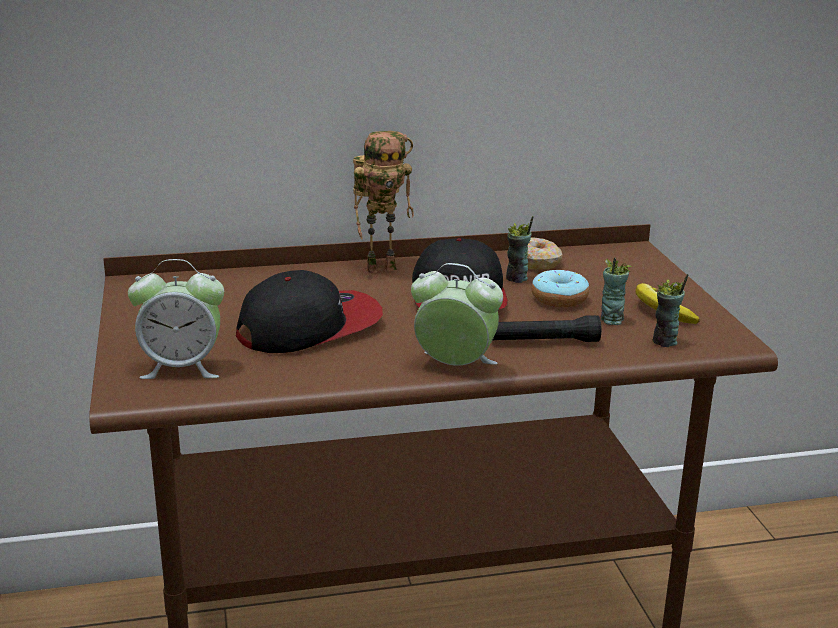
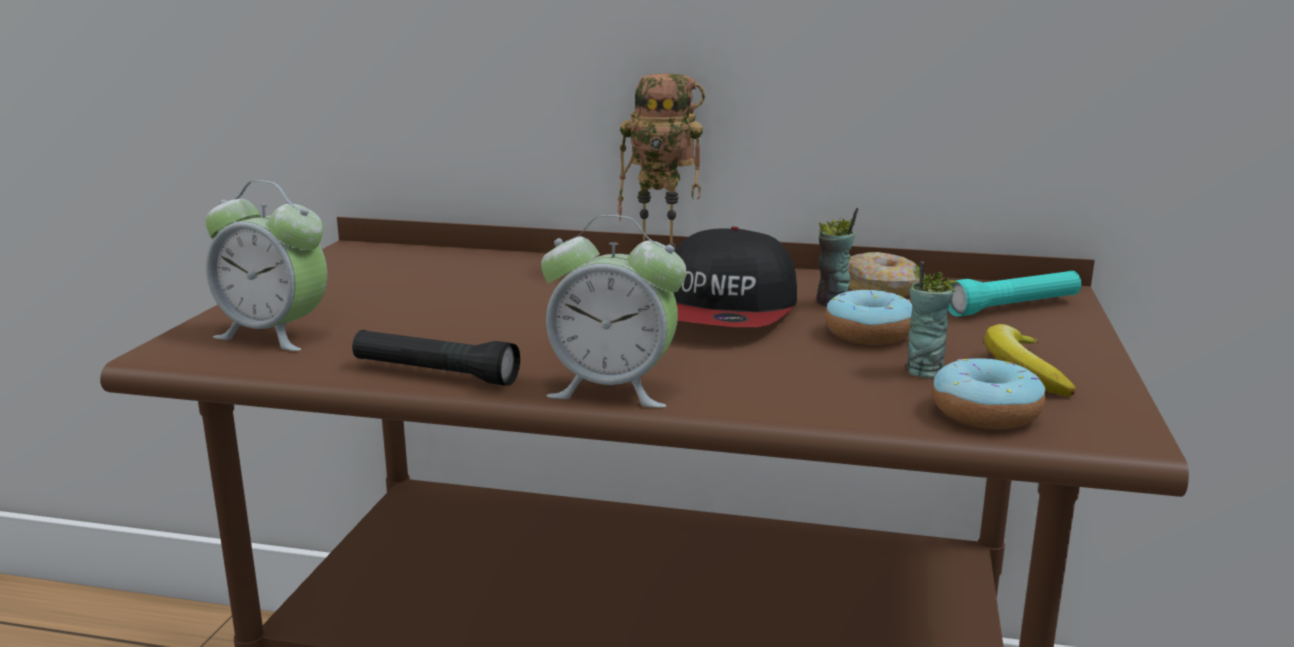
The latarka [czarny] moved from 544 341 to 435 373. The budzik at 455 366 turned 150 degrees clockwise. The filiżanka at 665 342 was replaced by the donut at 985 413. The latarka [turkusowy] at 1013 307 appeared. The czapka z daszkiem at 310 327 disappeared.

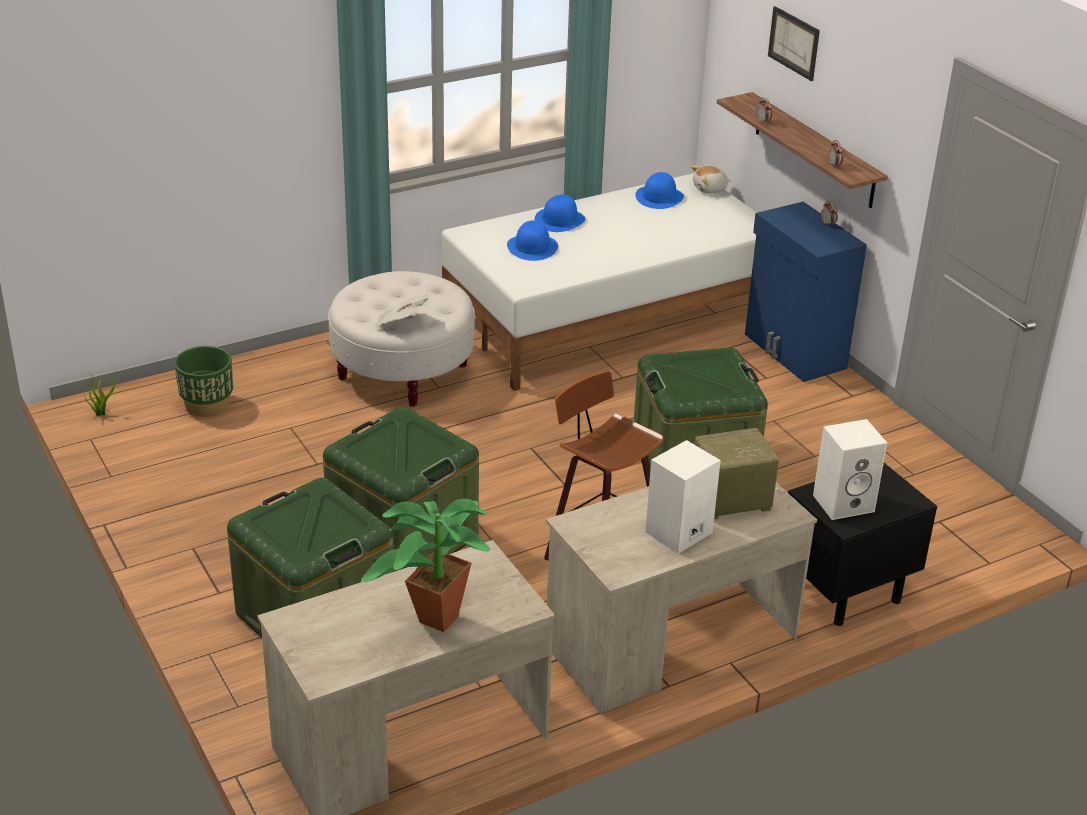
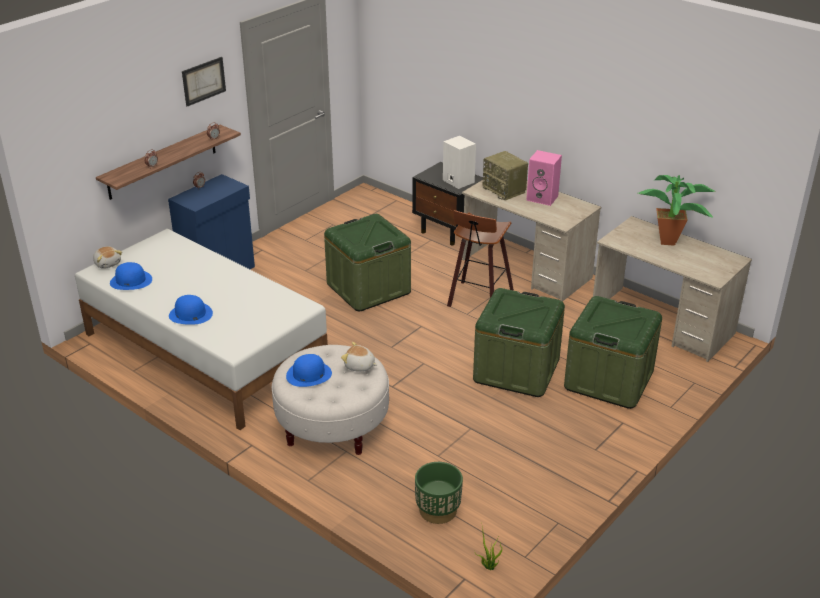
The obraz moved from 794 43 to 203 81. The kapelusz [niebieski] moved from 532 247 to 308 374. The gazeta at 401 322 was replaced by the pluszak at 359 366. The głośnik [biały] at 678 533 became the głośnik [różowy] at 543 198.

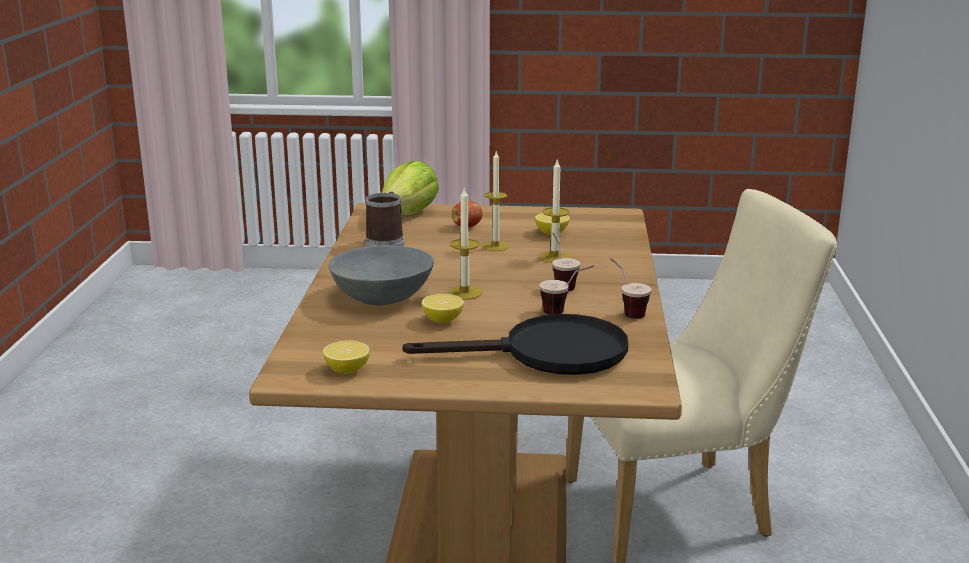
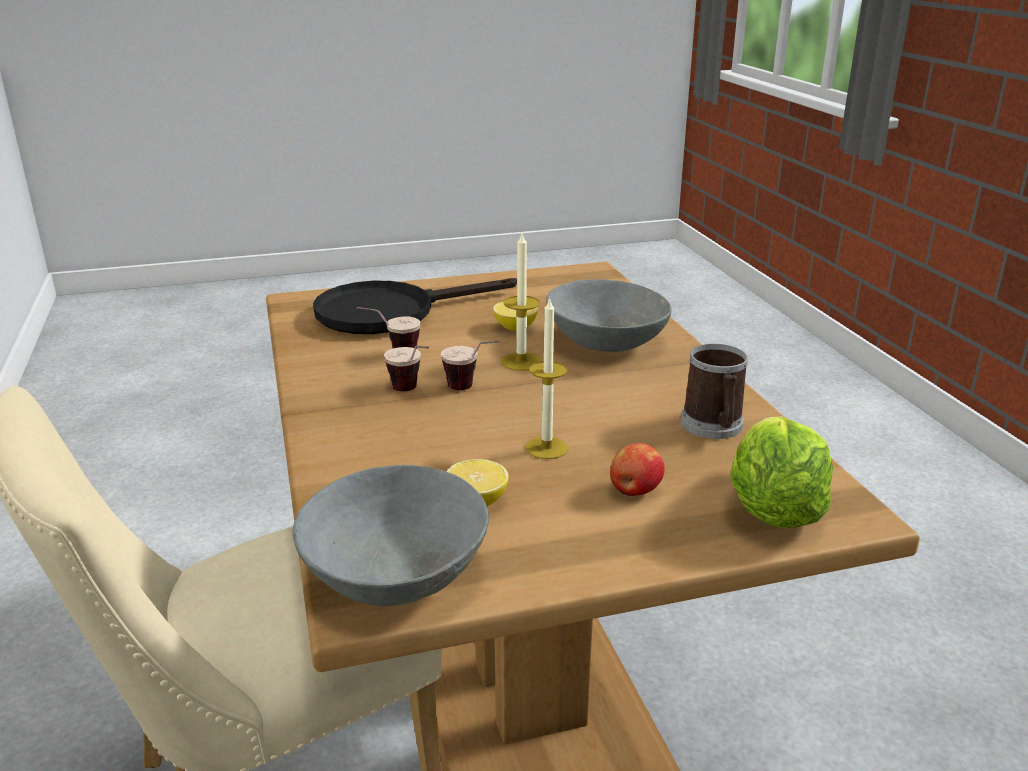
The miska [szary] at 394 573 appeared. The filiżanka moved from 626 311 to 472 389. The cytryna at 347 370 disappeared. The świeca at 554 257 disappeared.

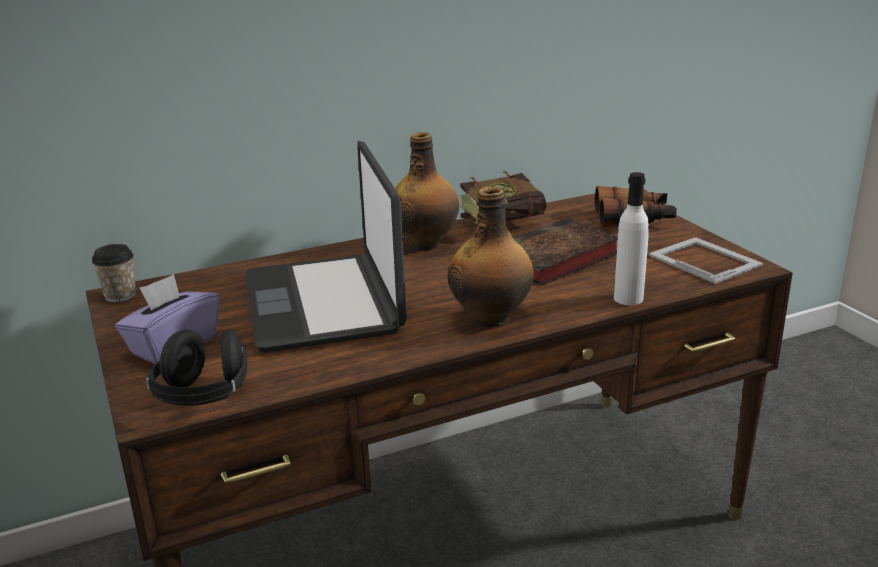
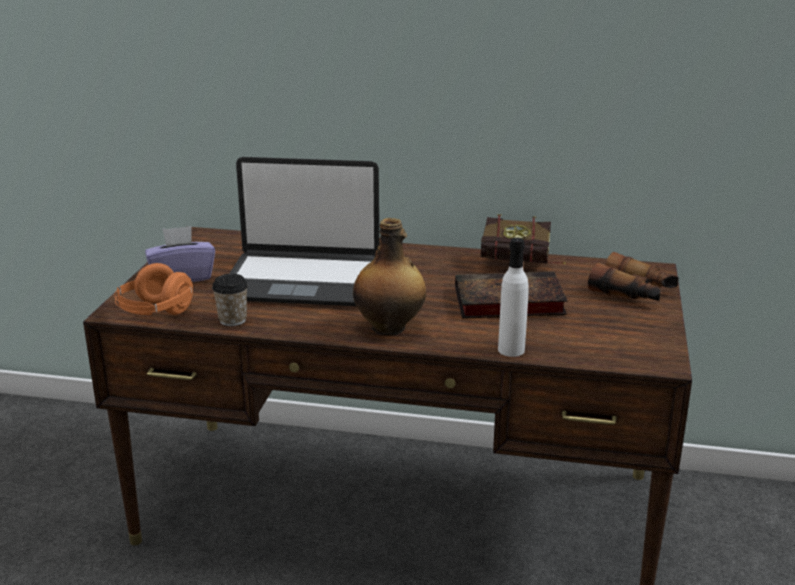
The słuchawki [czarny] at 204 396 became the słuchawki [pomarańczowy] at 155 312. The filiżanka moved from 120 295 to 232 320. The laptop at 324 303 turned 105 degrees counterclockwise. The butelka at 426 243 disappeared. The ramka na zdjęcie at 704 259 disappeared.

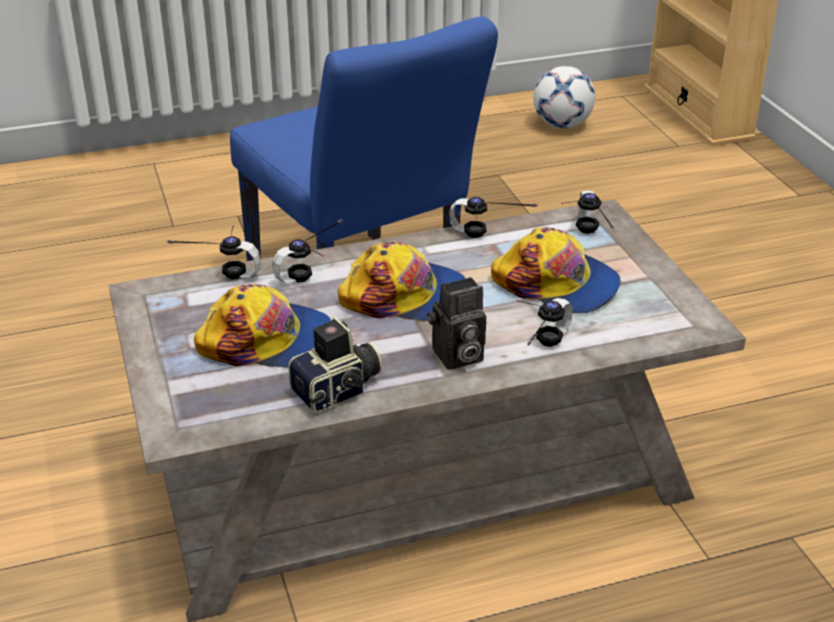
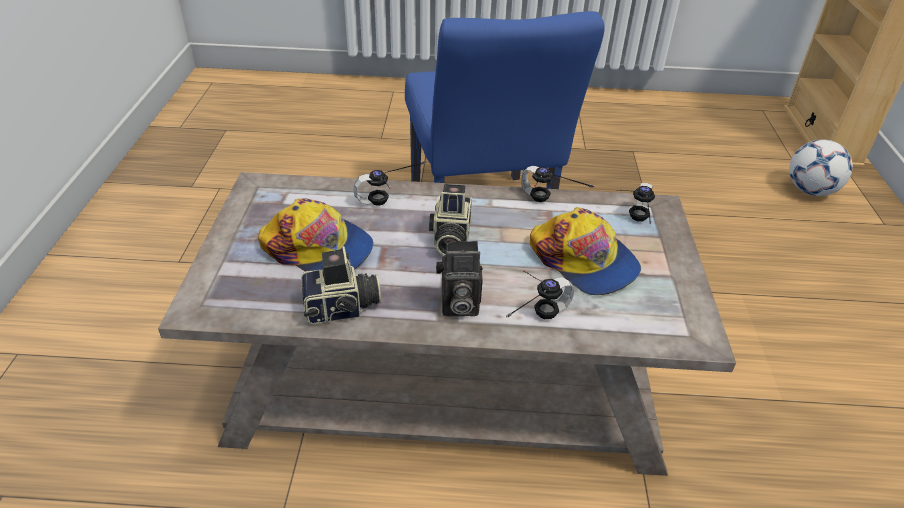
The czapka z daszkiem at 405 296 was replaced by the aparat fotograficzny at 449 239. The piłka futbolowa moved from 562 125 to 810 191. The słuchawki at 222 269 disappeared.

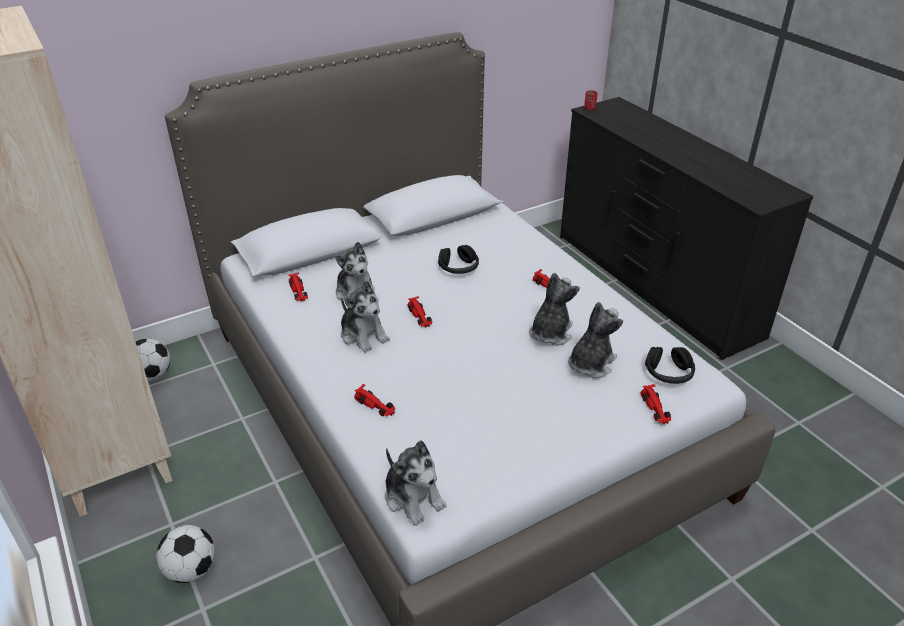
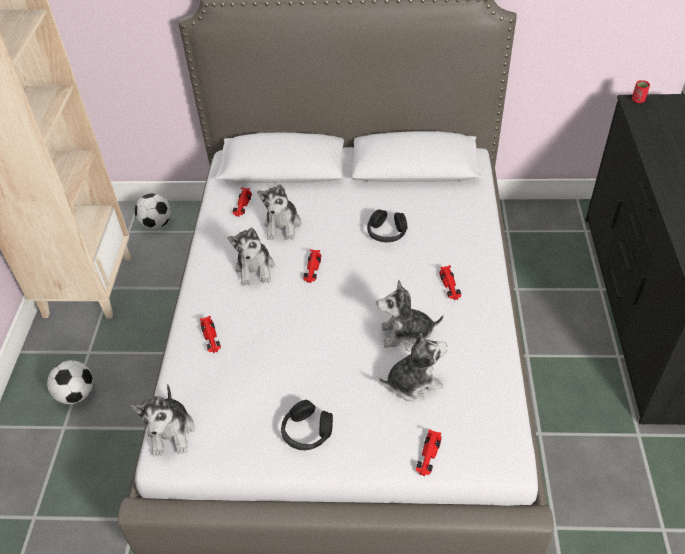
The słuchawki [czarny] moved from 668 373 to 307 432. The pluszak at 550 333 turned 150 degrees counterclockwise.

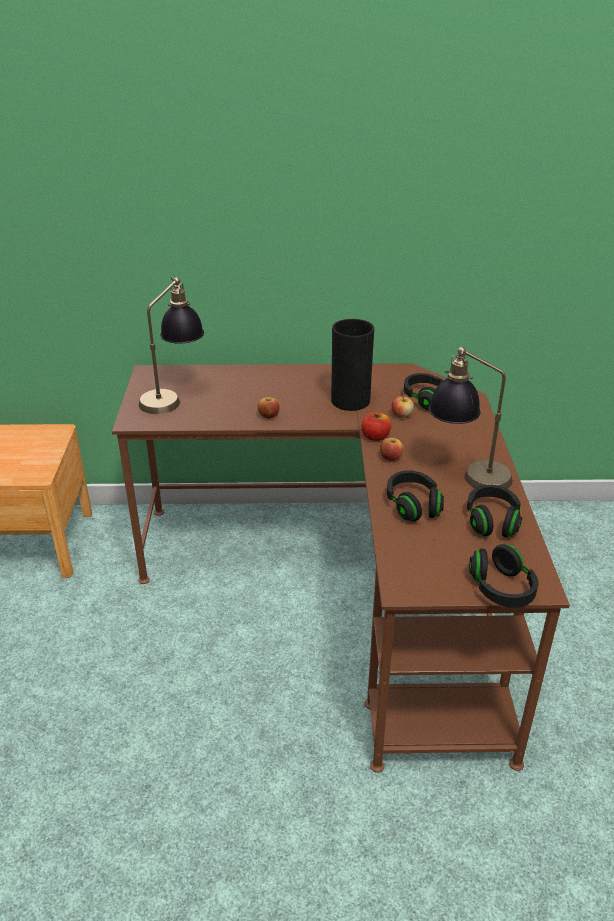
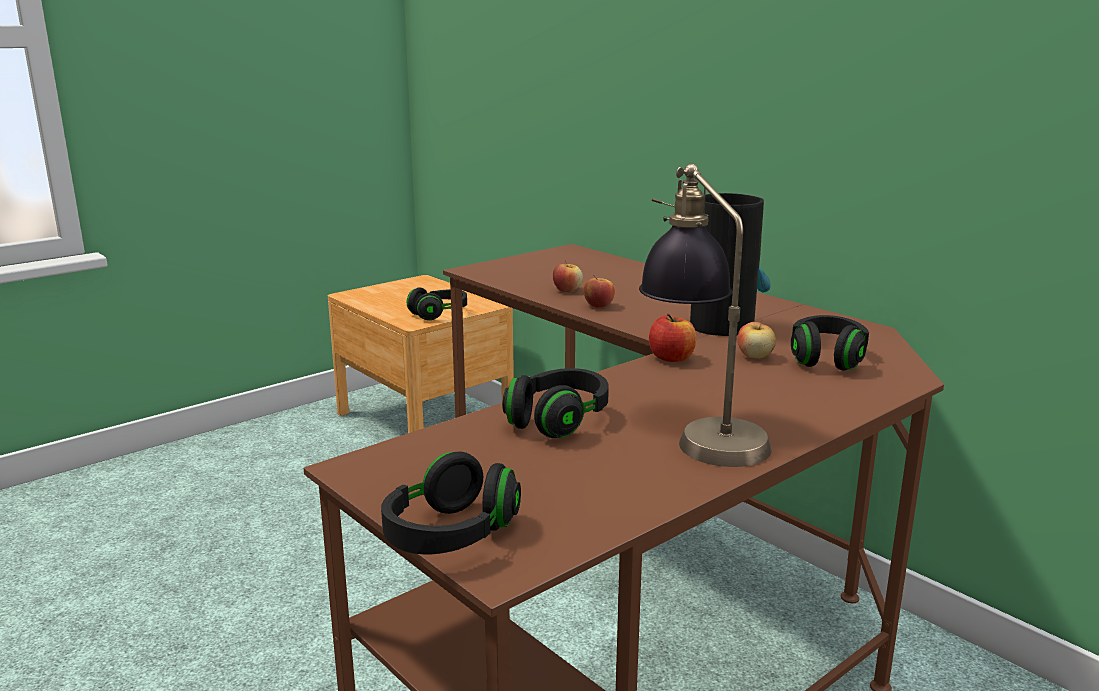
The słuchawki [czarny] moved from 492 521 to 439 314. The jabłko moved from 390 458 to 567 290. The lampa stołowa at 174 396 disappeared.

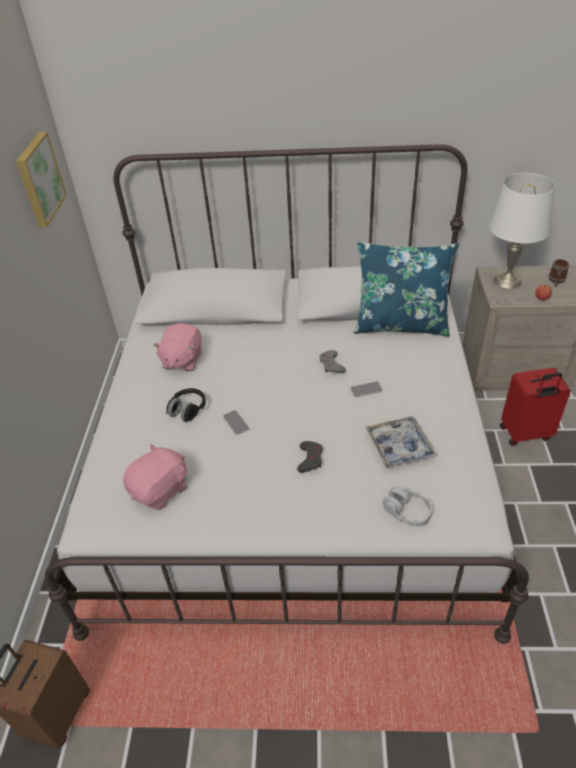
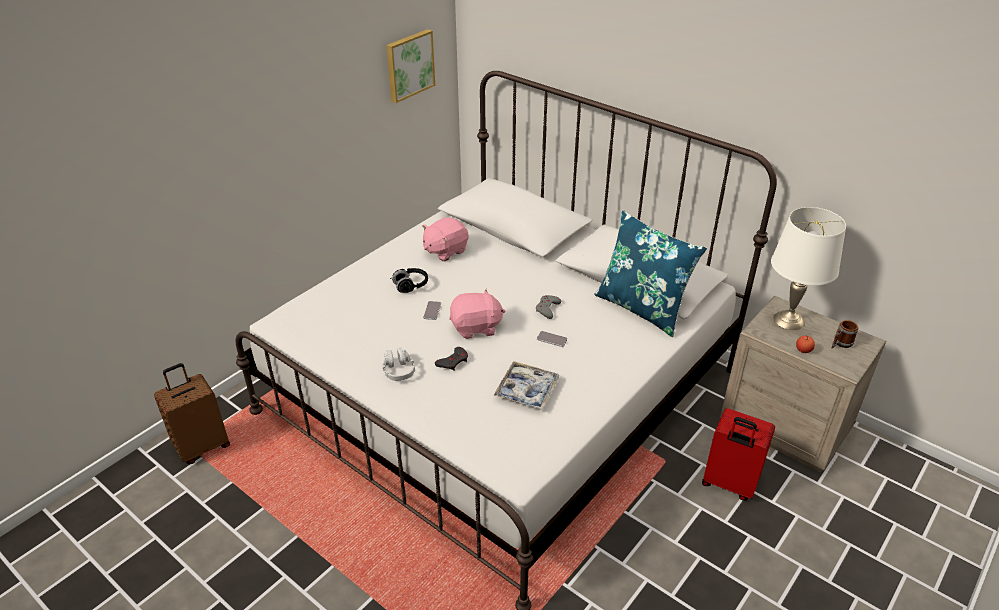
The słuchawki [szary] moved from 407 512 to 398 370. The pluszak [różowy] moved from 161 490 to 476 328.

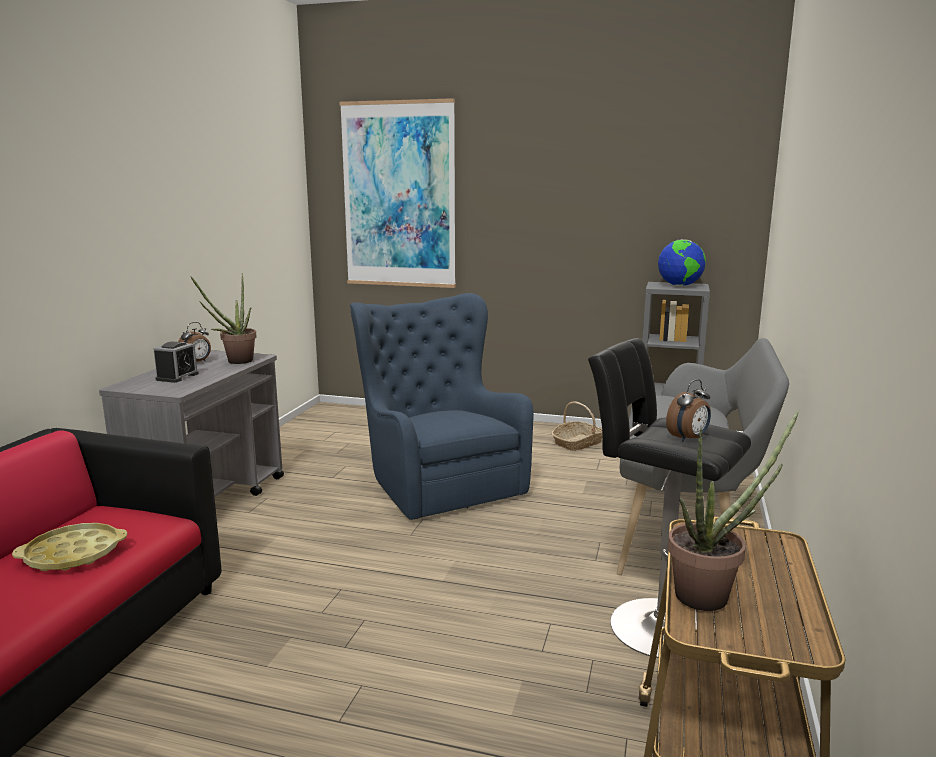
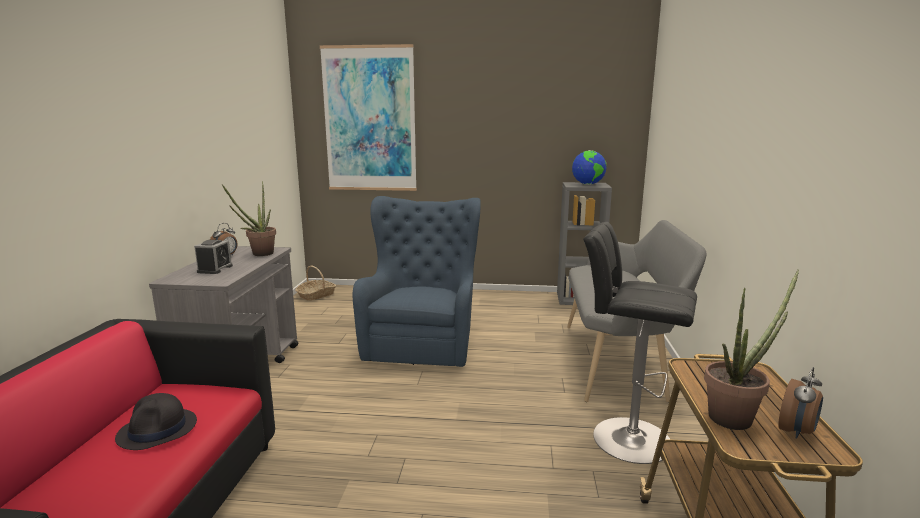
The taca [żółty] at 73 554 was replaced by the kapelusz [czarny] at 158 430. The koszyk moved from 577 443 to 316 295. The fotel [niebieski] at 437 483 turned 45 degrees clockwise. The budzik moved from 688 439 to 797 431.

